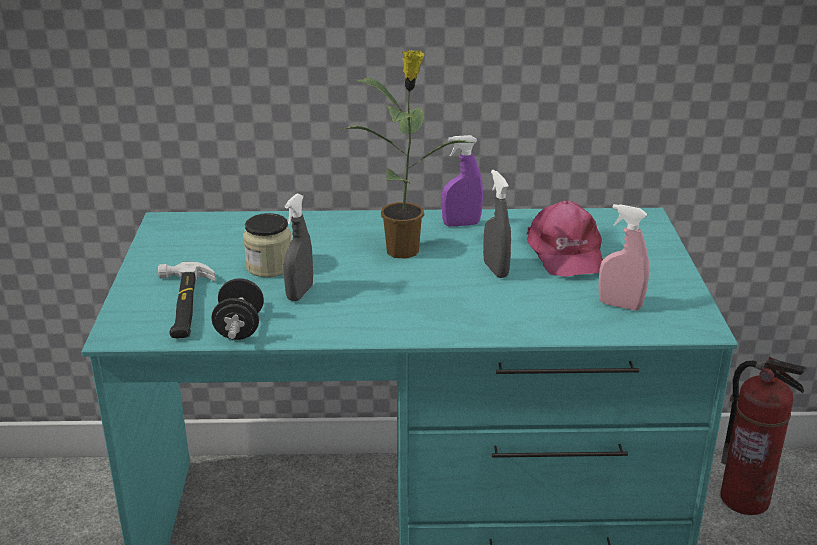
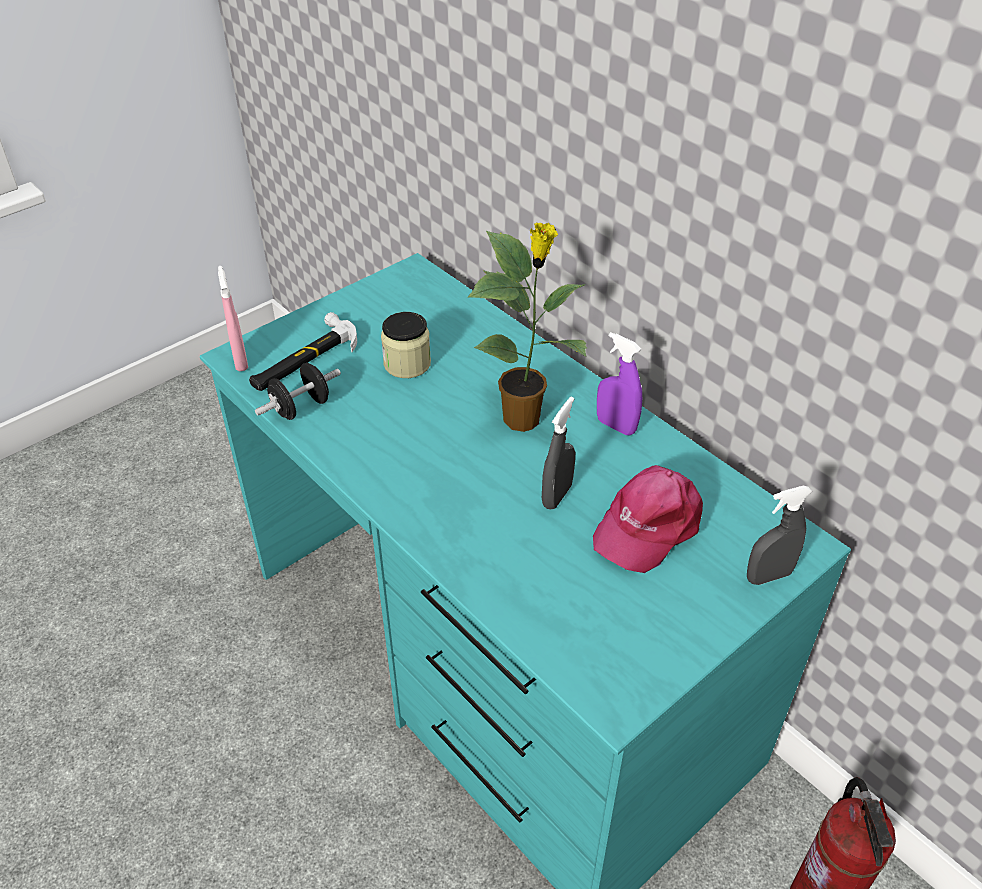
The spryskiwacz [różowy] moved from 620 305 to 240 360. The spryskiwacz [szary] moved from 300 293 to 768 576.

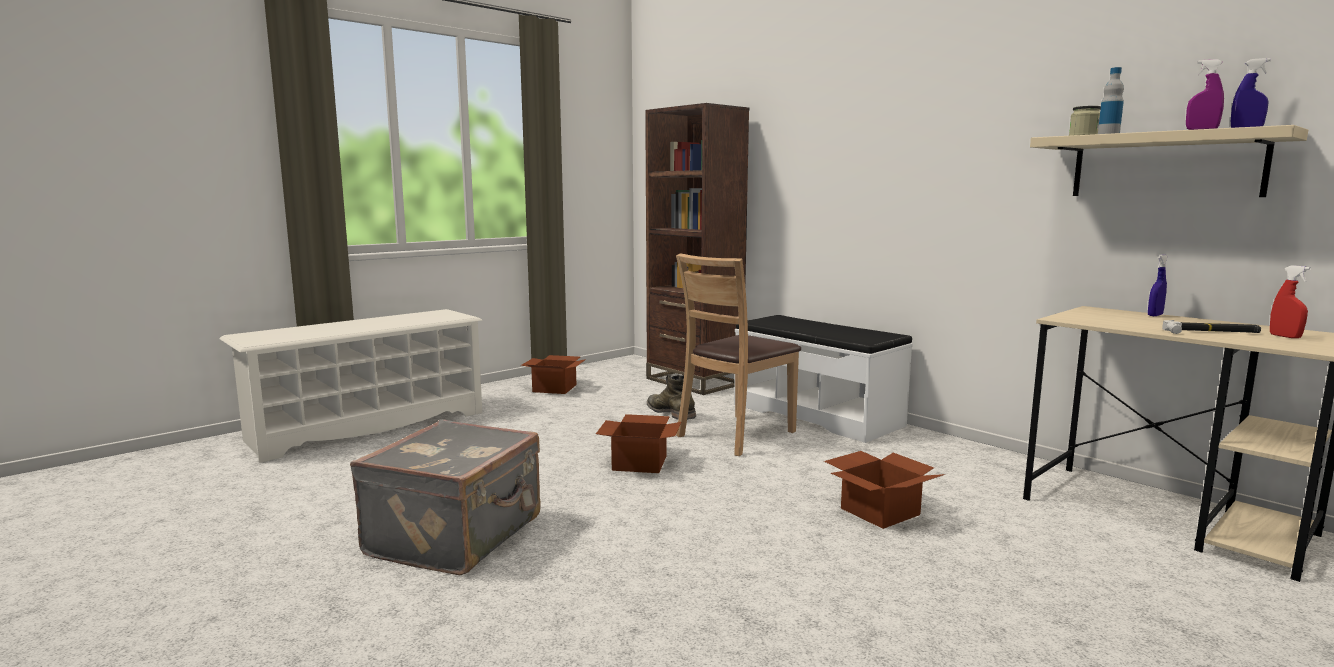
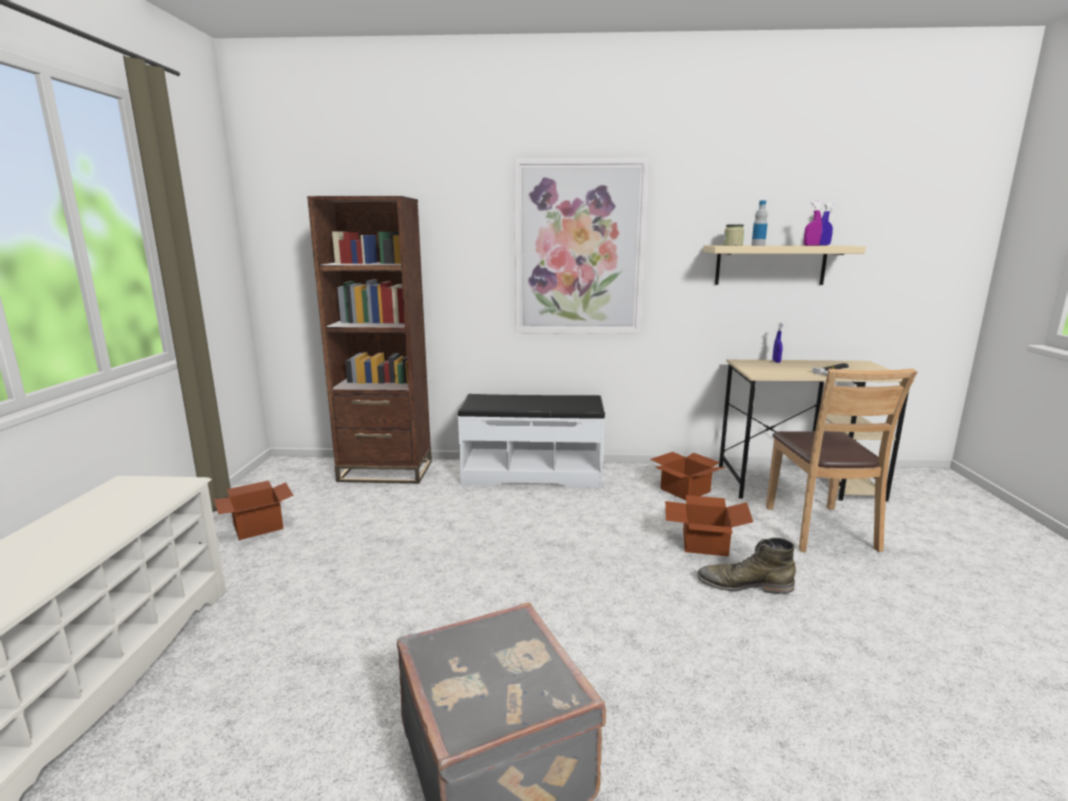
The obraz at 579 249 appeared. The karton moved from 641 462 to 684 489. The but z cholewką [zielony] moved from 670 412 to 744 584. The krzesło [brązowy] moved from 736 434 to 819 529. The spryskiwacz [czerwony] at 1285 336 disappeared.

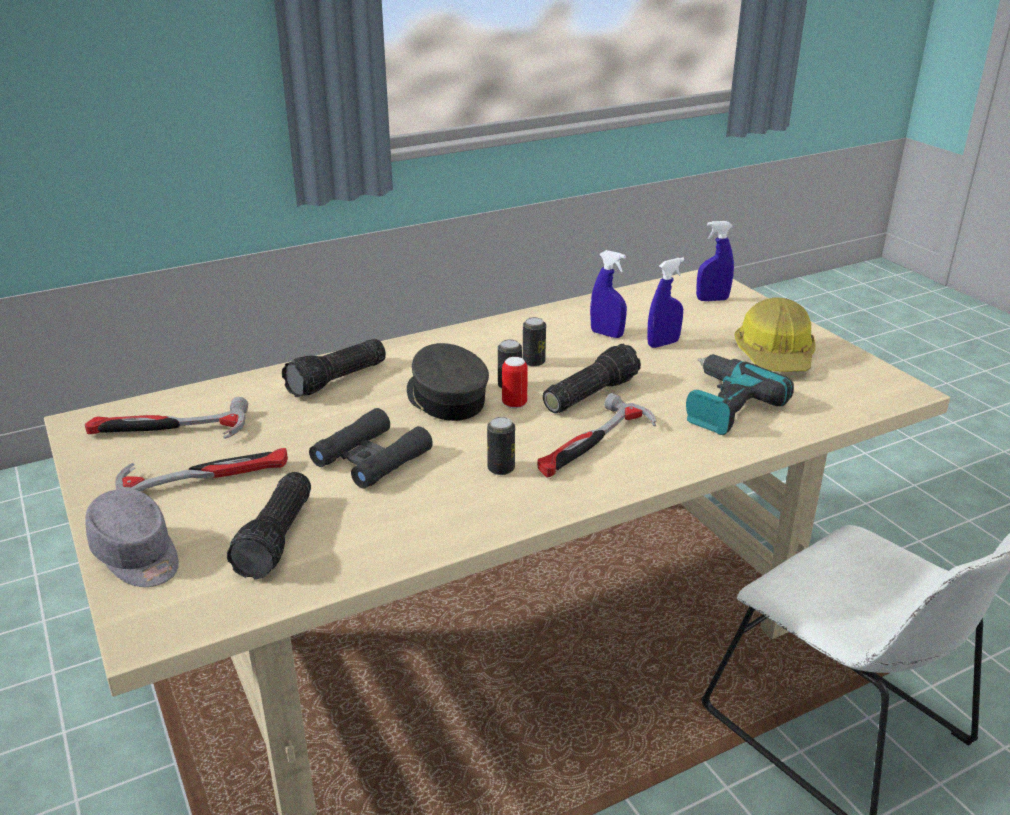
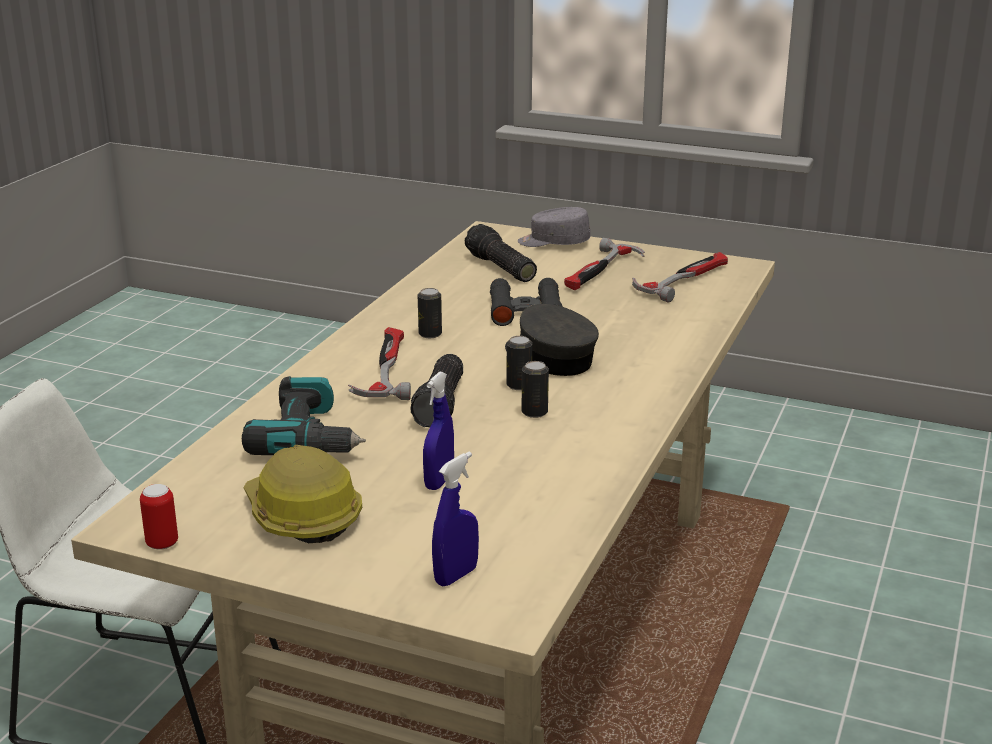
The puszka moved from 514 404 to 162 544. The czapka z daszkiem [szary] at 445 398 turned 150 degrees counterclockwise. The latarka at 338 380 disappeared. The spryskiwacz [niebieski] at 606 334 disappeared.

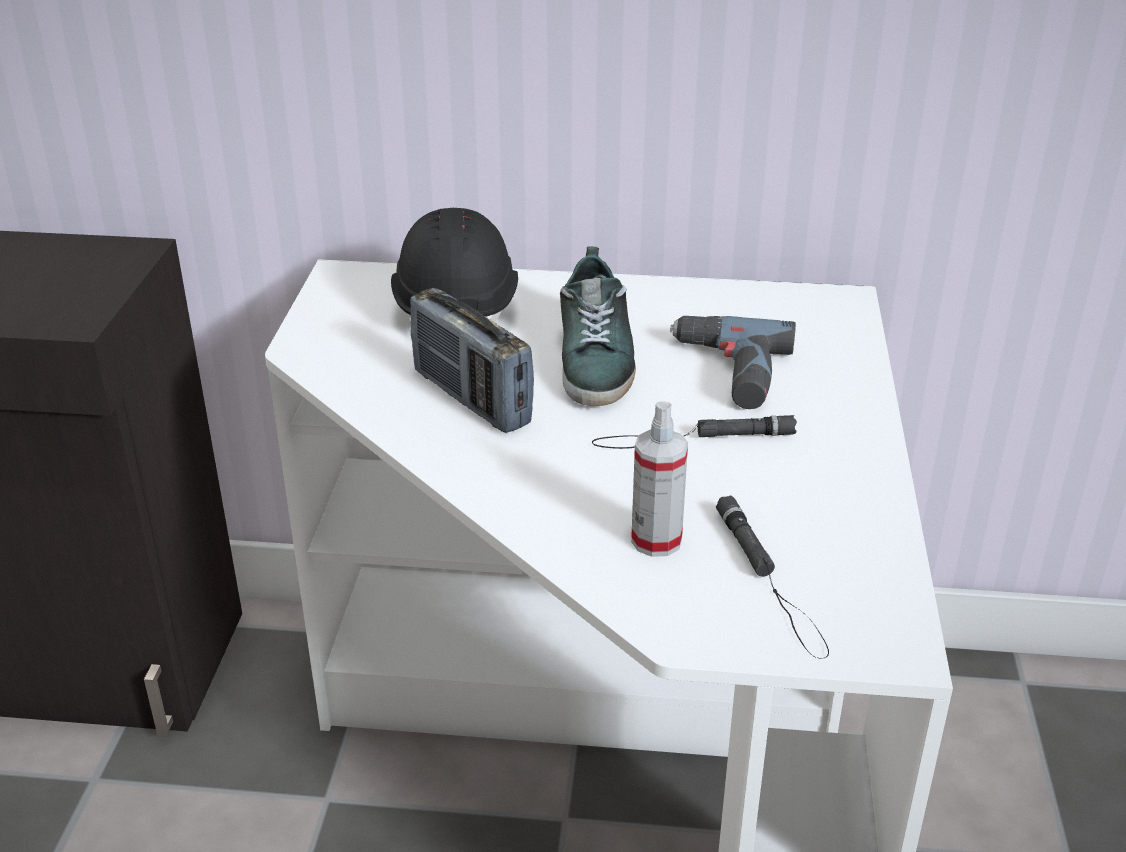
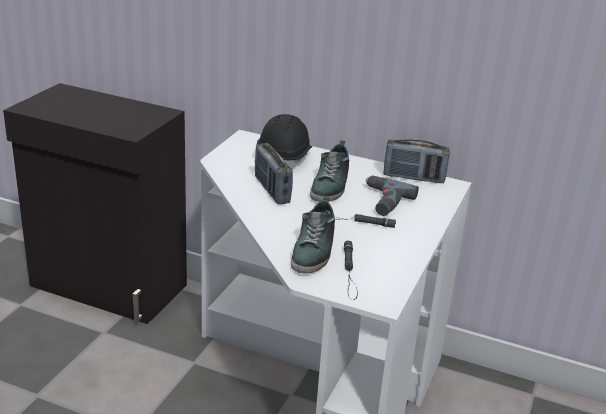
The spryskiwacz at 656 540 was replaced by the but at 314 251. The radio at 413 178 appeared.

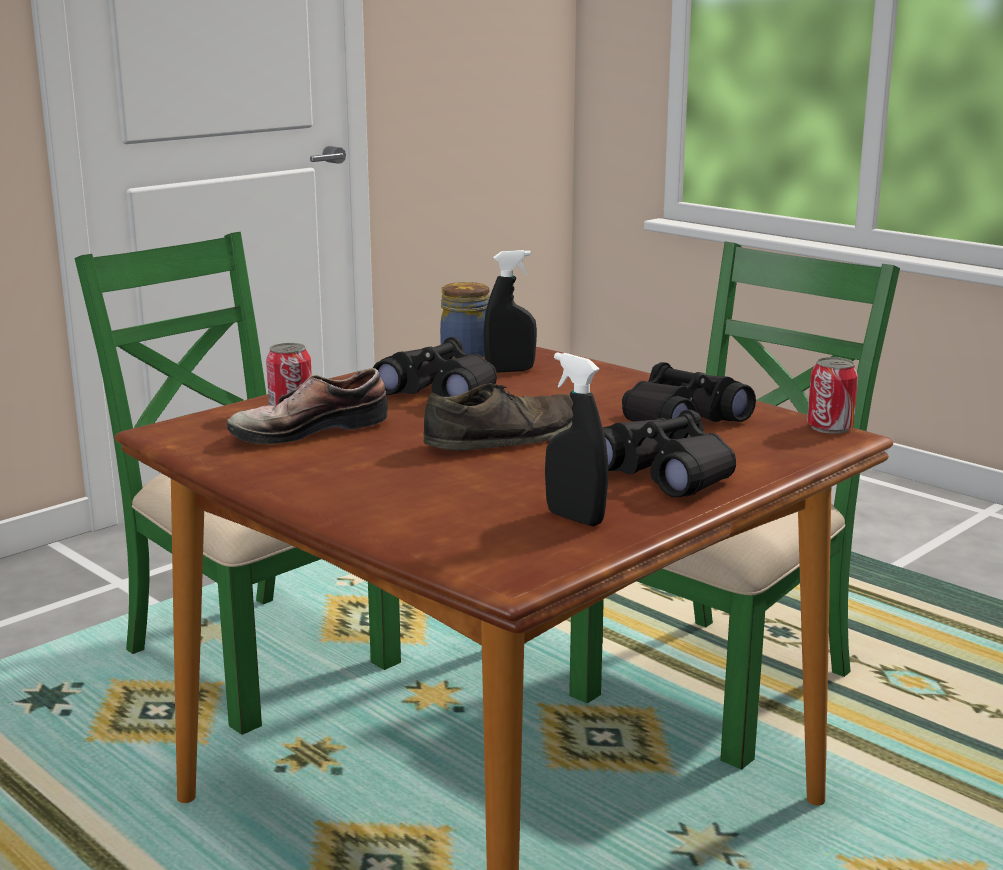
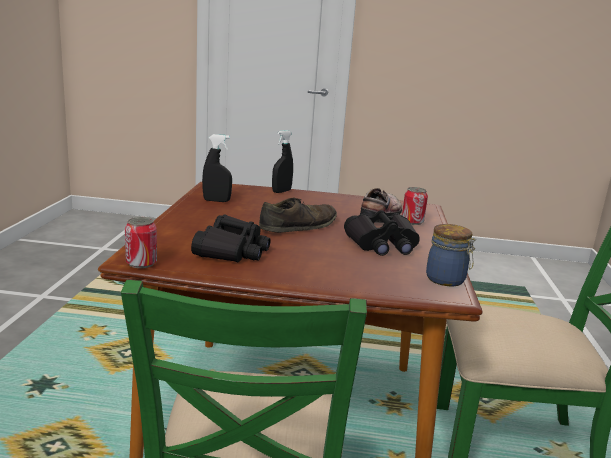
The but [brązowy] at 505 437 turned 150 degrees counterclockwise. The spryskiwacz [czarny] moved from 510 370 to 281 191. The lornetka [czarny] at 666 475 disappeared.

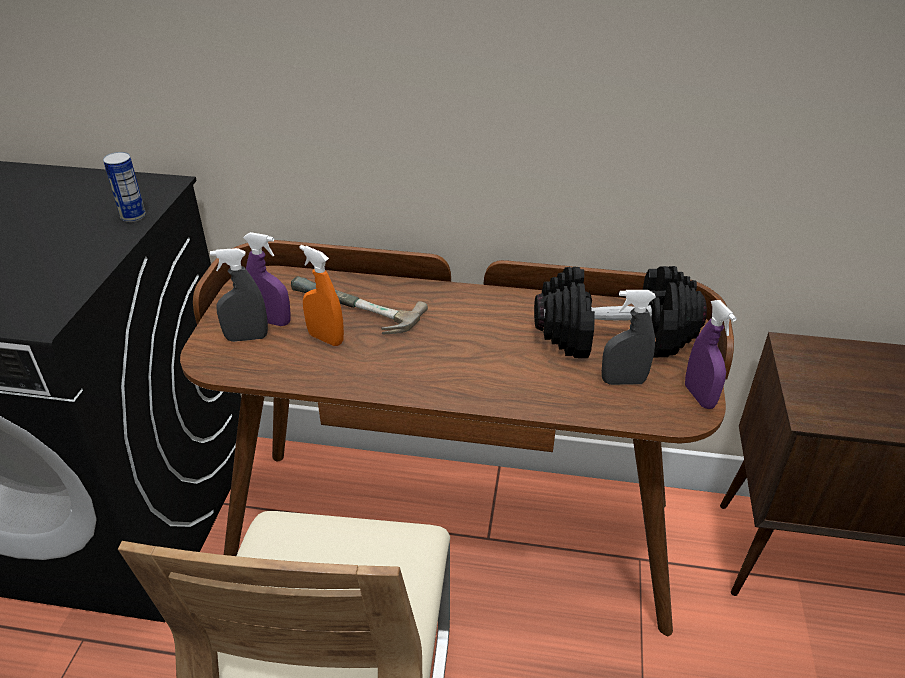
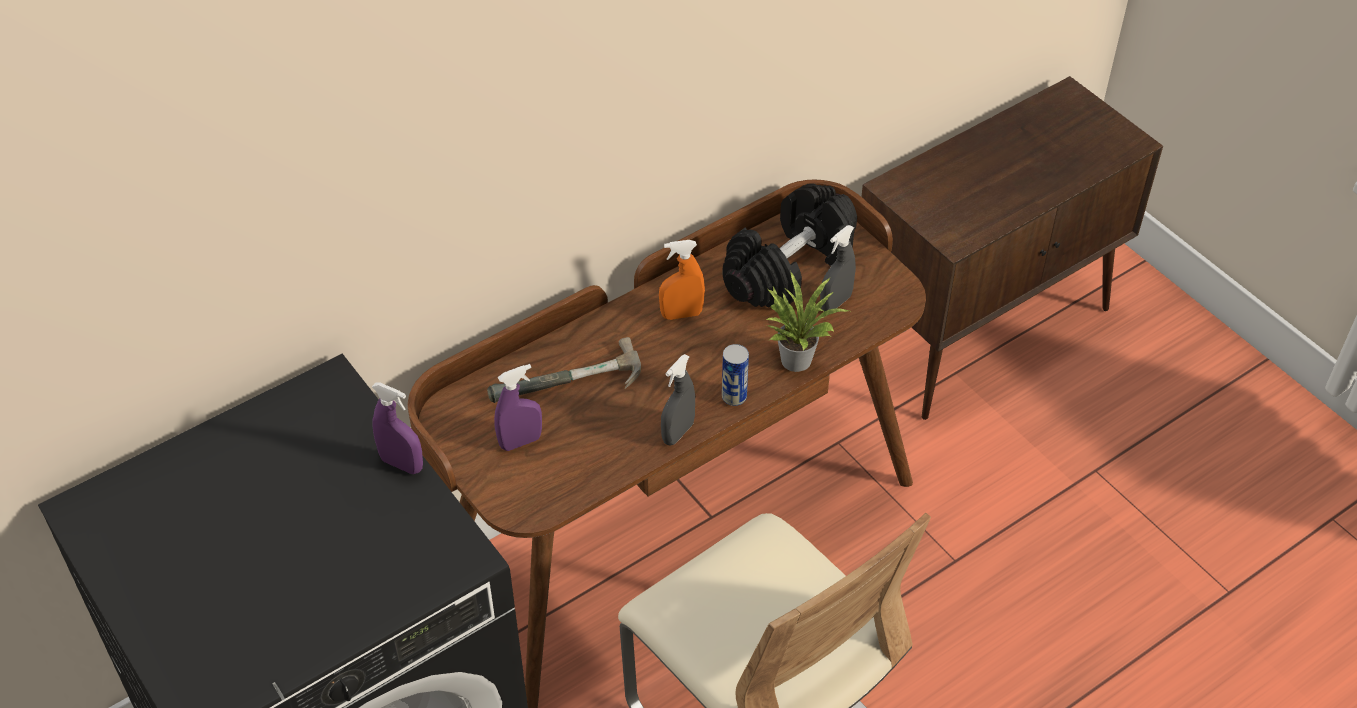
The spryskiwacz [fioletowy] moved from 699 396 to 402 464. The spryskiwacz [pomarańczowy] moved from 326 338 to 681 314. The spryskiwacz [szary] moved from 247 338 to 678 433. The puszka moved from 133 216 to 734 397. The roślina doniczkowa at 796 357 appeared.

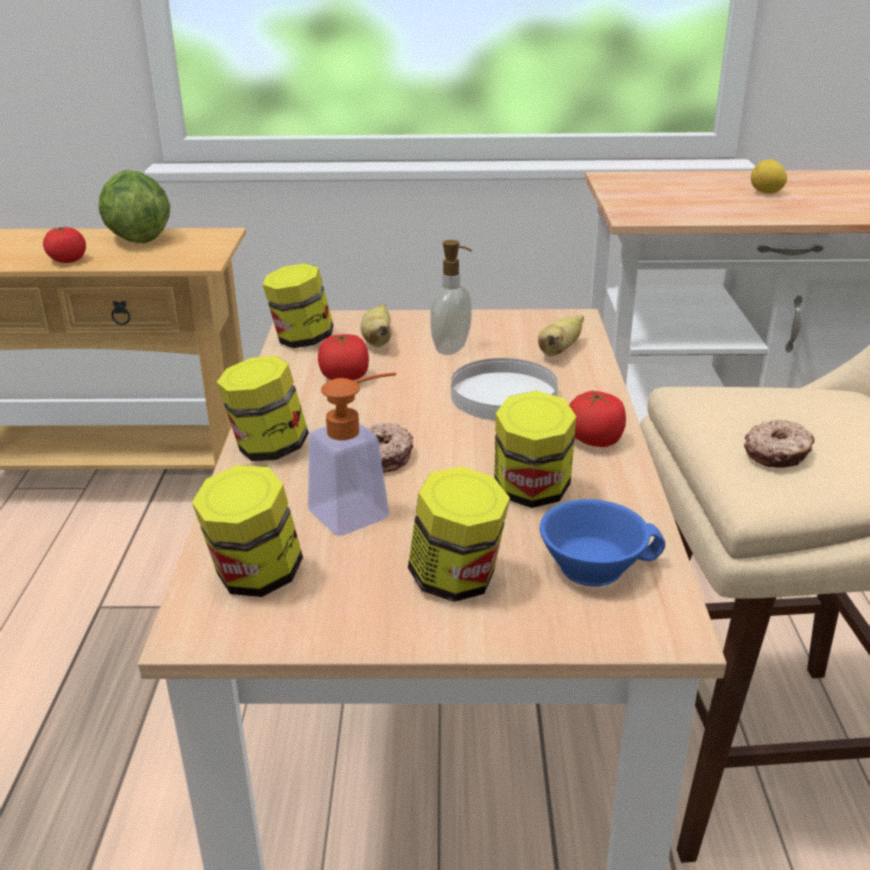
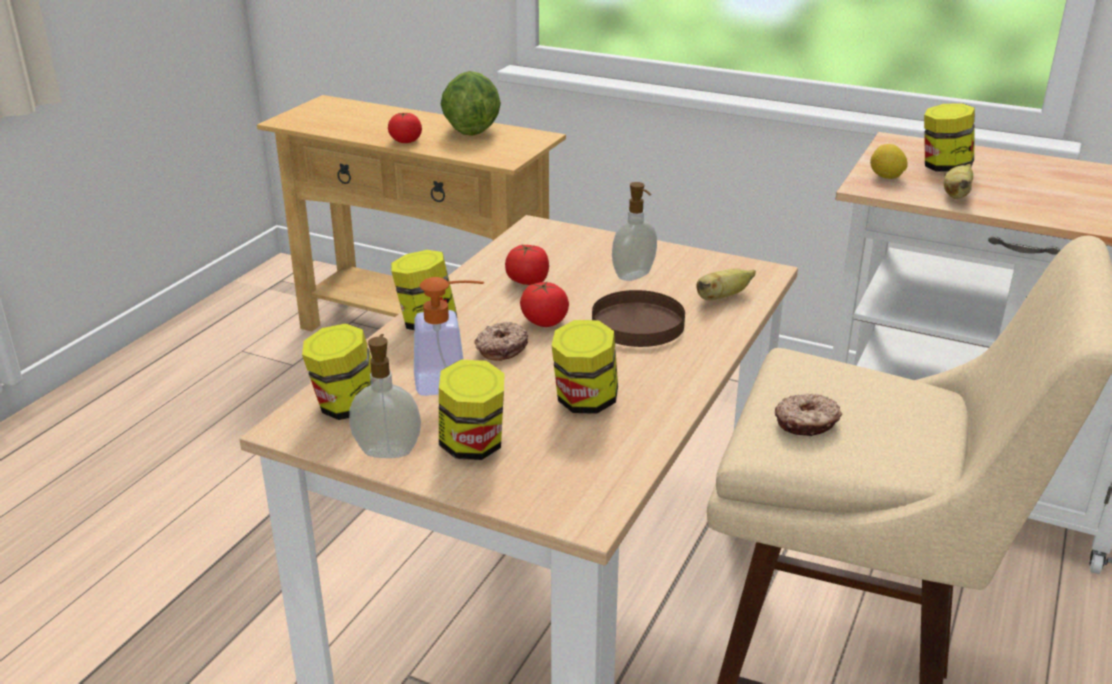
The dozownik mydła at 388 451 appeared. The pomidor moved from 594 440 to 544 321. The talerz [biały] at 504 395 became the talerz [brązowy] at 638 323. The cytryna moved from 766 193 to 886 177. The słoik moved from 301 340 to 943 167. The banan moved from 378 341 to 957 195. The filiżanka [niebieski] at 594 564 disappeared.

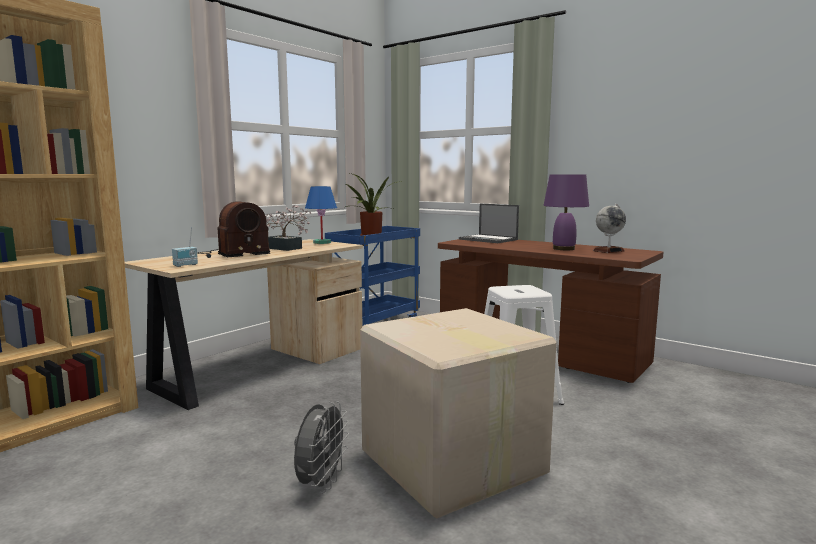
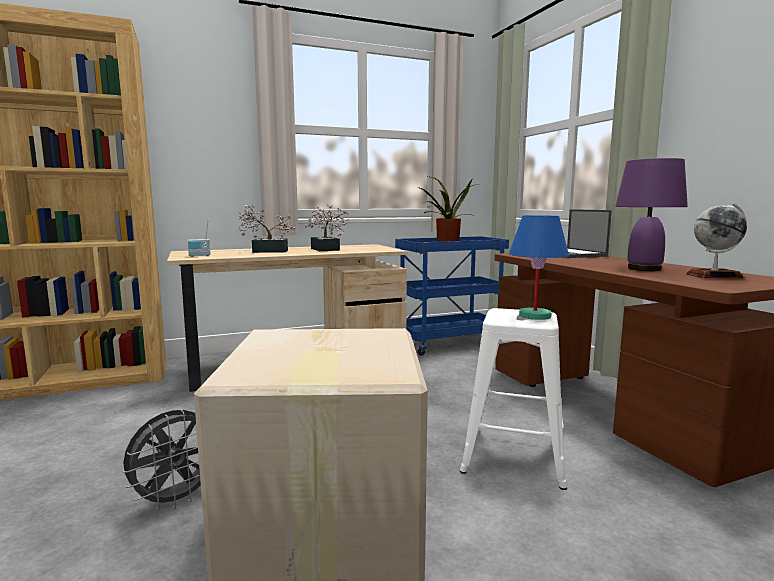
The radio at 233 254 was replaced by the roślina doniczkowa at 265 251. The lampa stołowa [niebieski] moved from 322 242 to 534 316.

